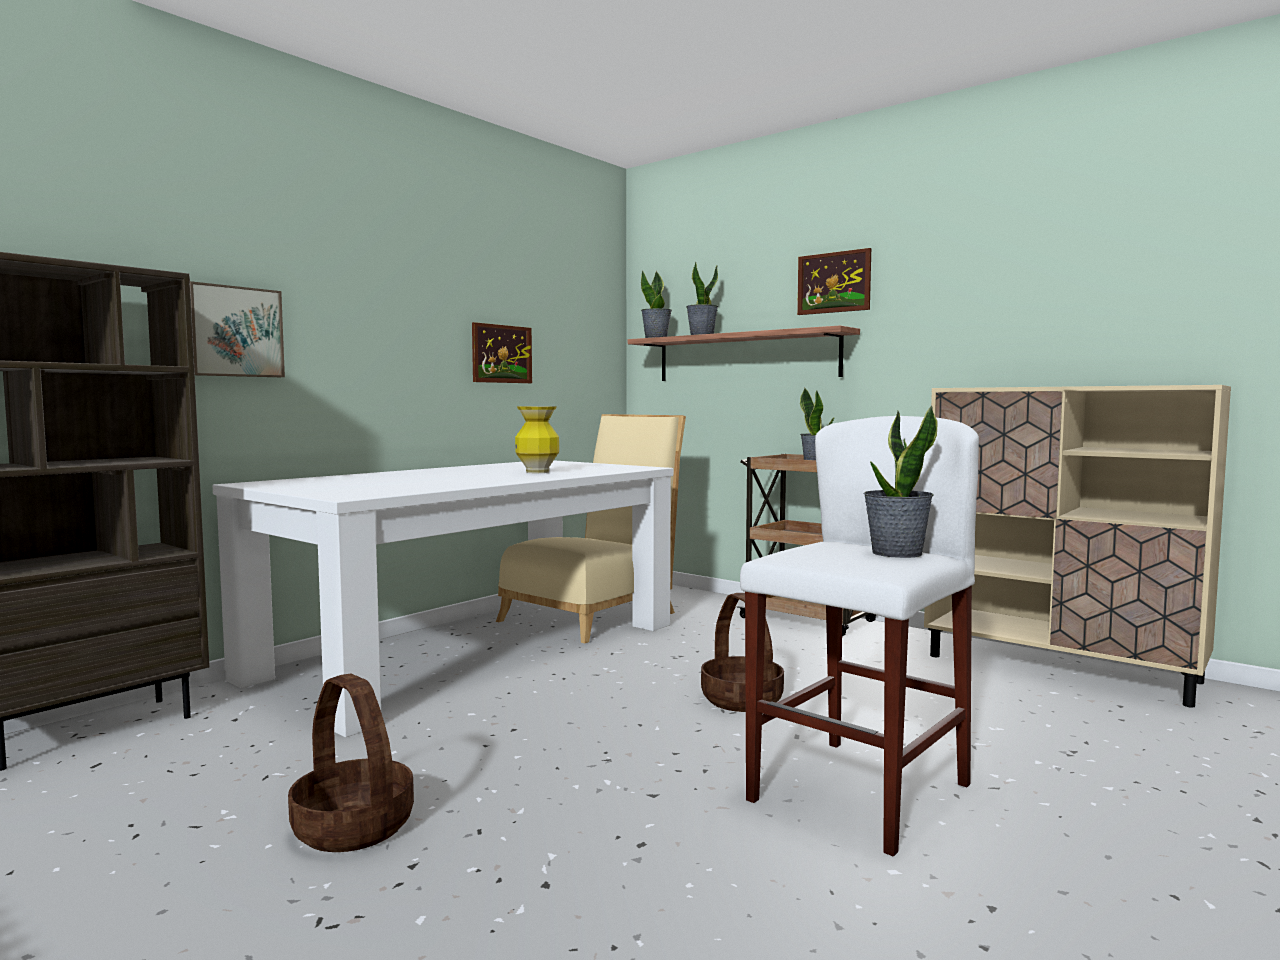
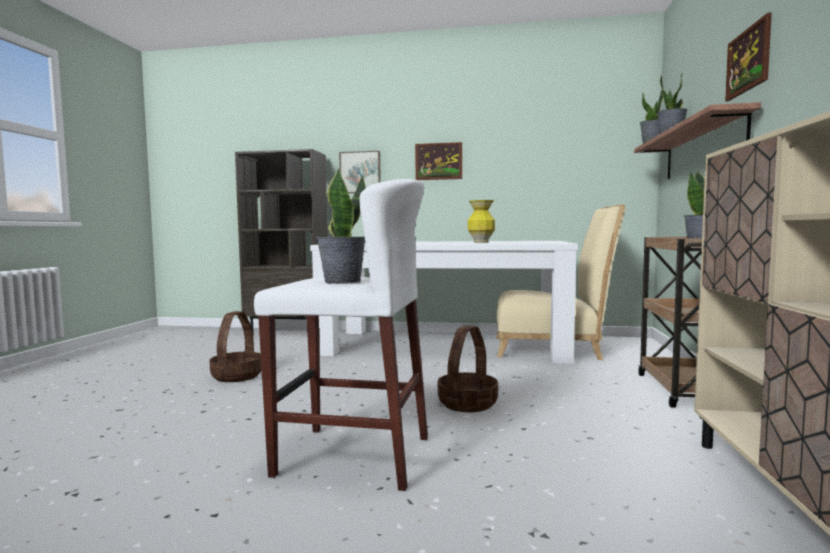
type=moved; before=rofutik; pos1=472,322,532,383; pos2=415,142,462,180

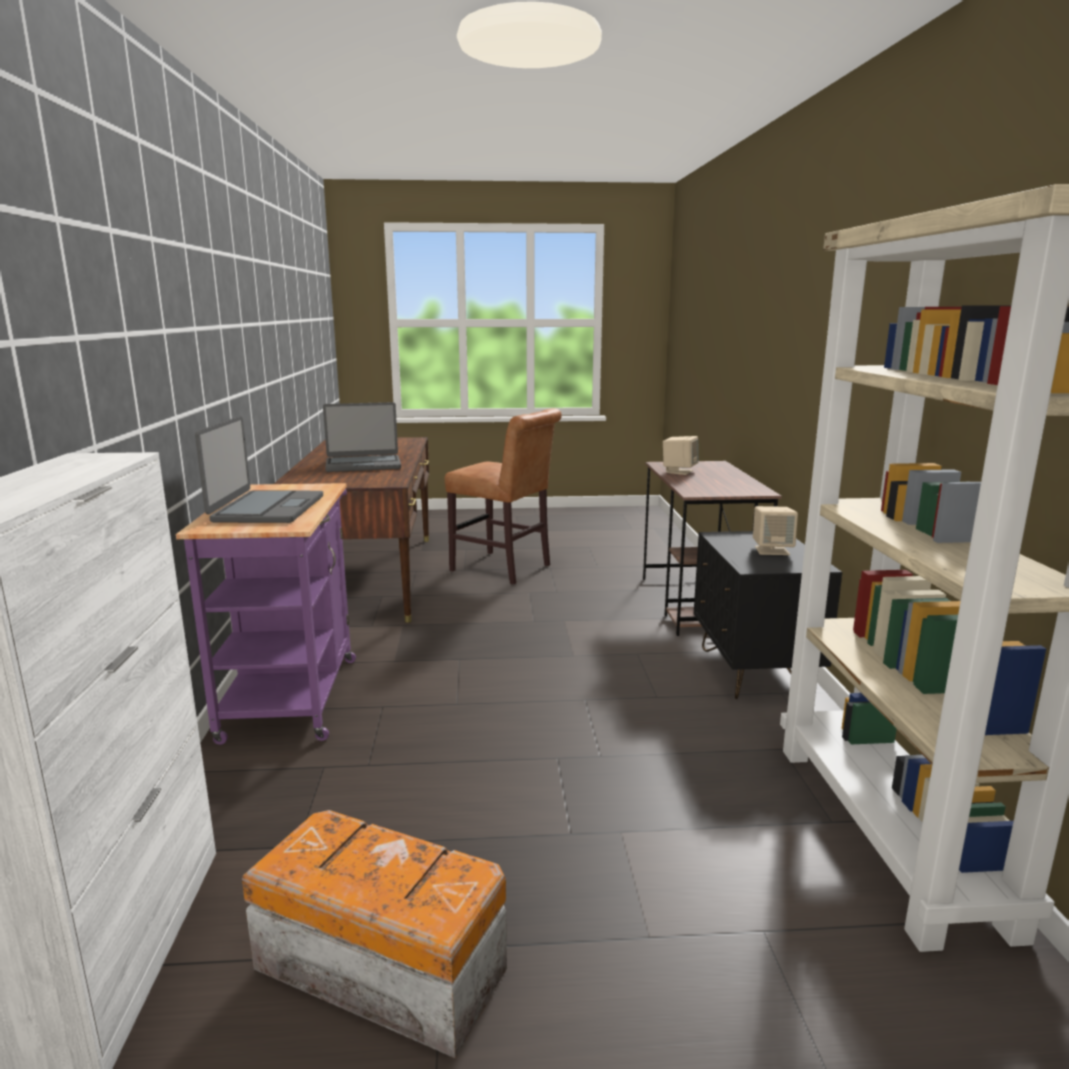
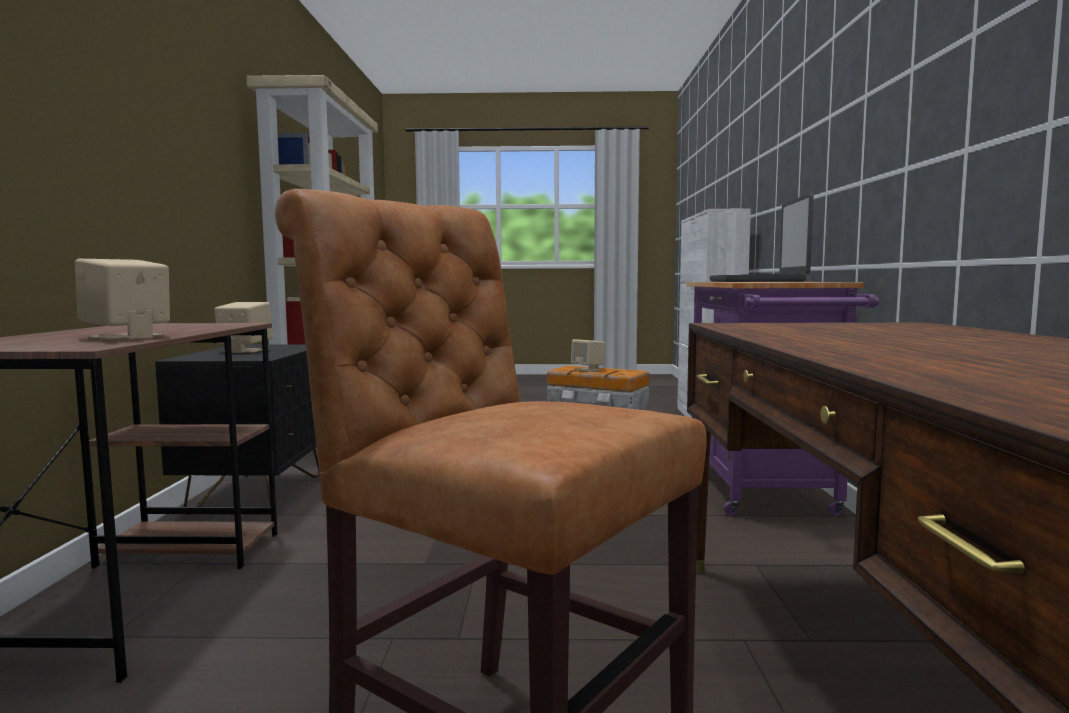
type=removed; before=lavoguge; pos1=323,402,401,472
type=added; after=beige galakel; pos2=571,339,605,372

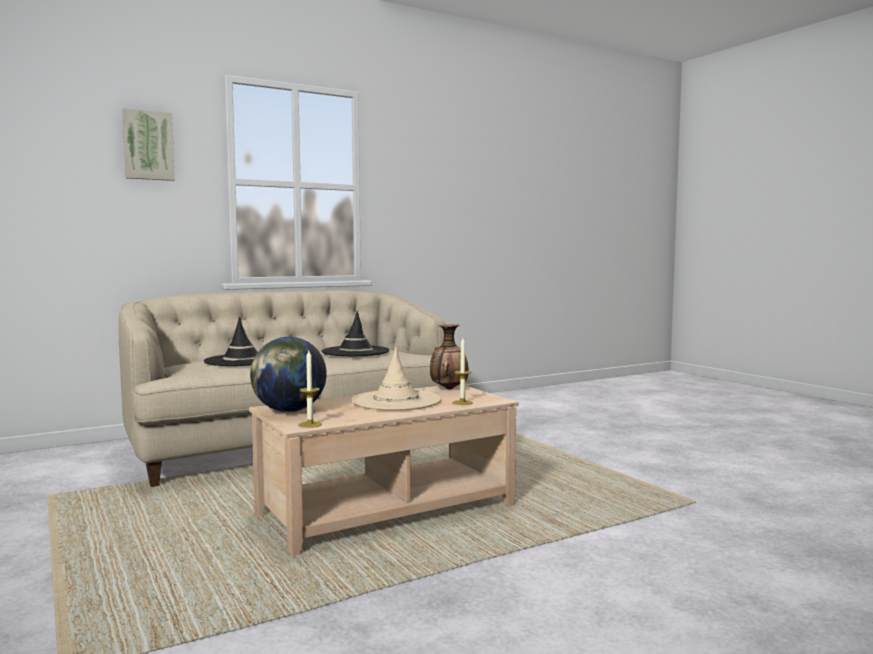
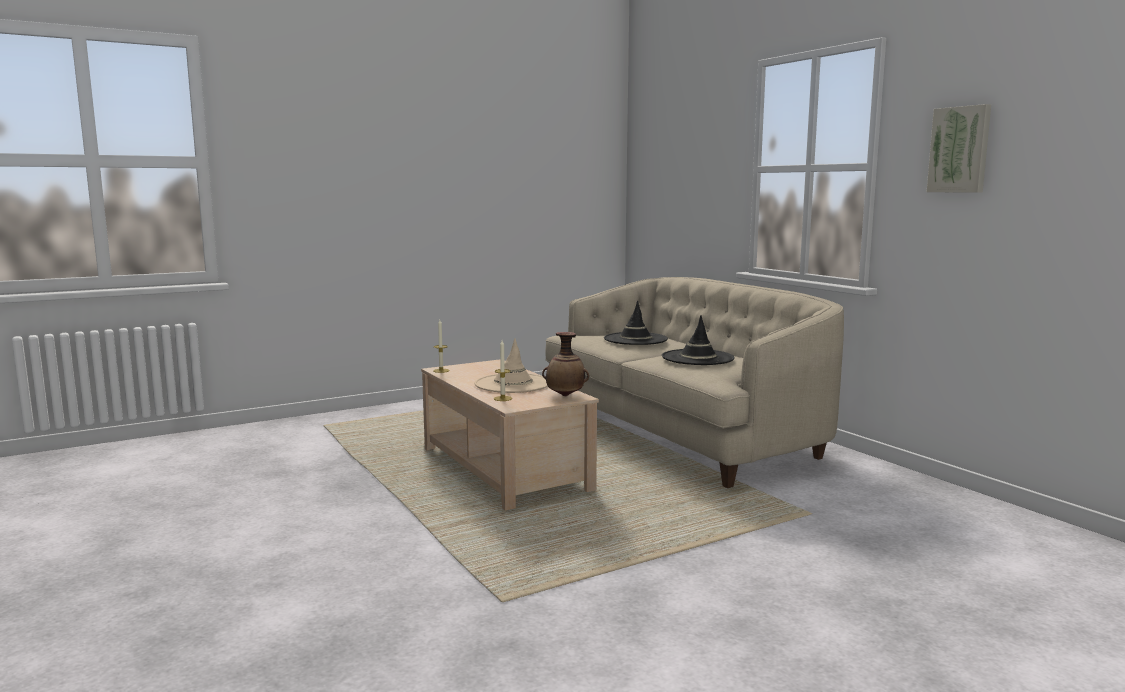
type=removed; before=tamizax; pos1=250,337,327,413
type=moved; before=rofutik; pos1=122,108,175,181; pos2=927,104,991,193

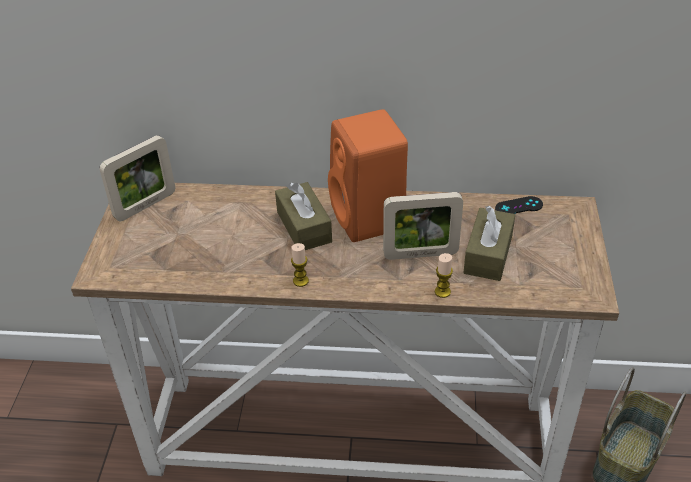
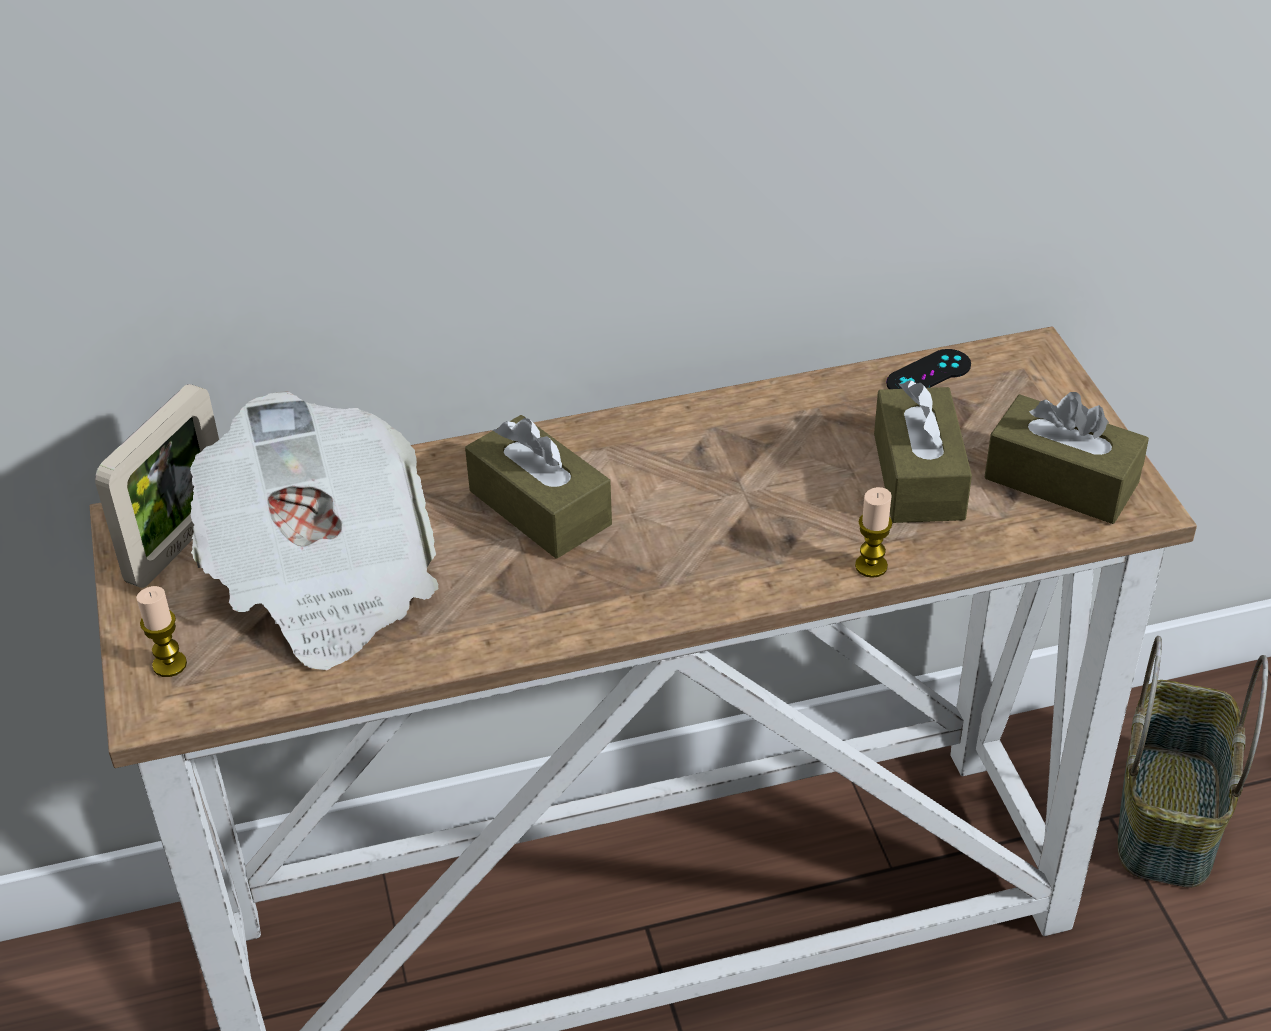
type=removed; before=orange galakel; pos1=328,109,408,242
type=removed; before=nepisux; pos1=383,192,463,260
type=added; after=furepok; pos2=190,391,438,670
type=added; after=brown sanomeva; pos2=985,392,1149,524
type=moved; before=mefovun; pos1=291,243,309,287; pos2=136,586,187,677

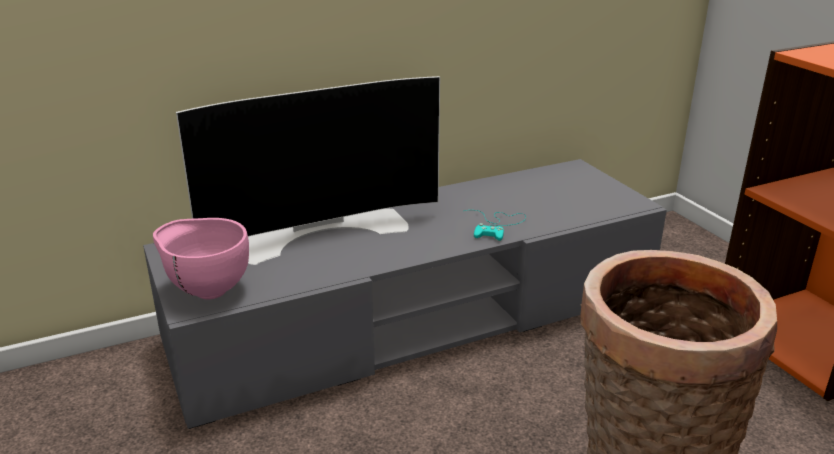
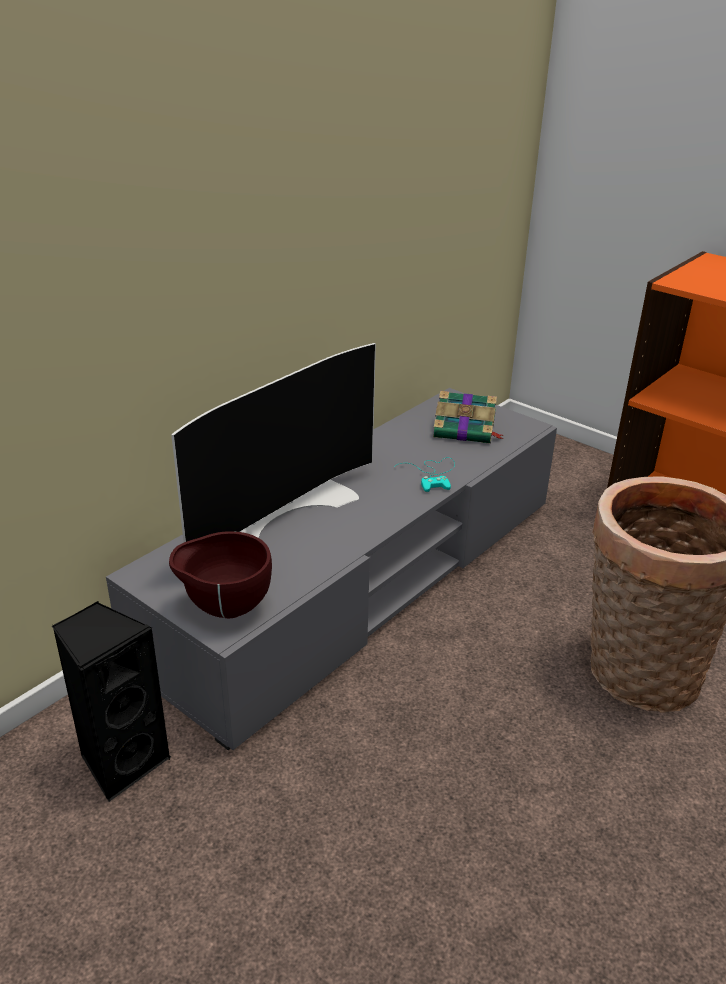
type=added; after=black galakel; pos2=52,601,171,802
type=added; after=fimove; pos2=433,391,503,444
type=recoloured; before=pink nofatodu; after=brown nofatodu; pos1=153,218,249,299; pos2=169,531,272,618

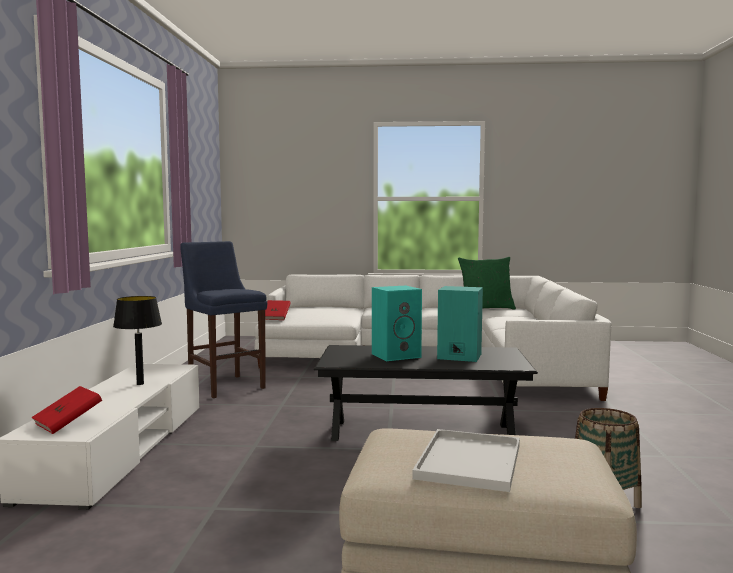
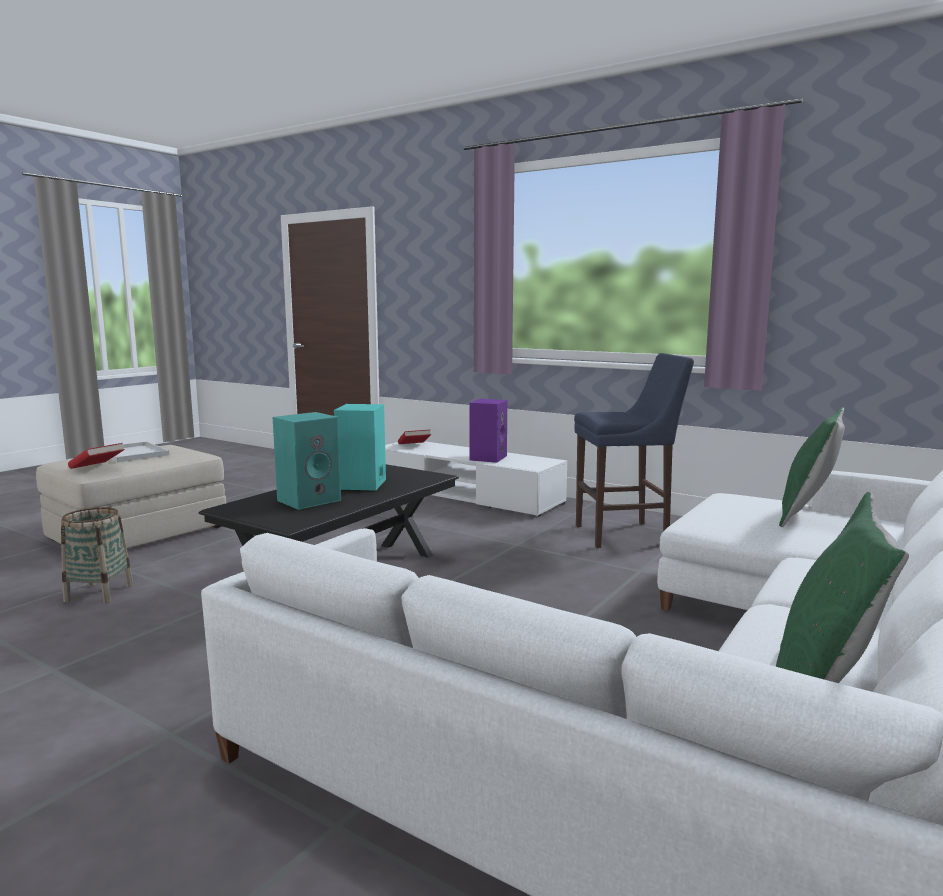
type=added; after=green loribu; pos2=779,407,845,527
type=moved; before=red fimove; pos1=265,300,291,320; pos2=68,443,125,469
type=replaced; before=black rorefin; after=purple galakel; pos1=113,296,162,385; pos2=469,399,507,463

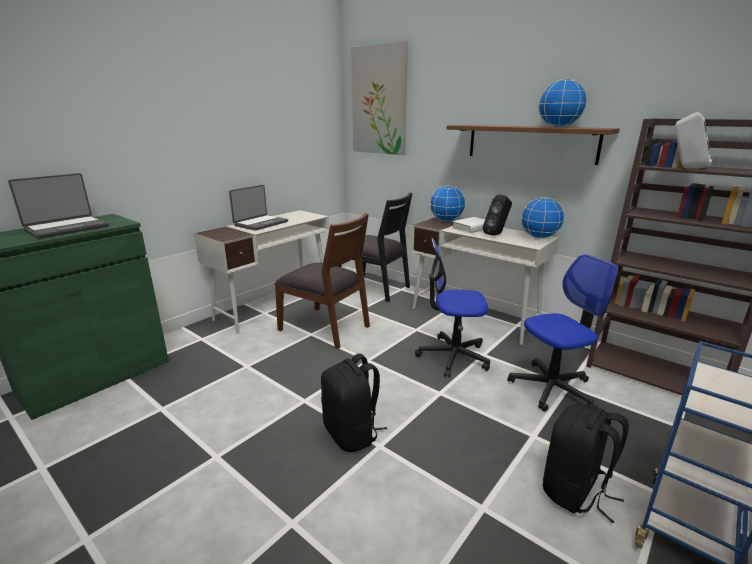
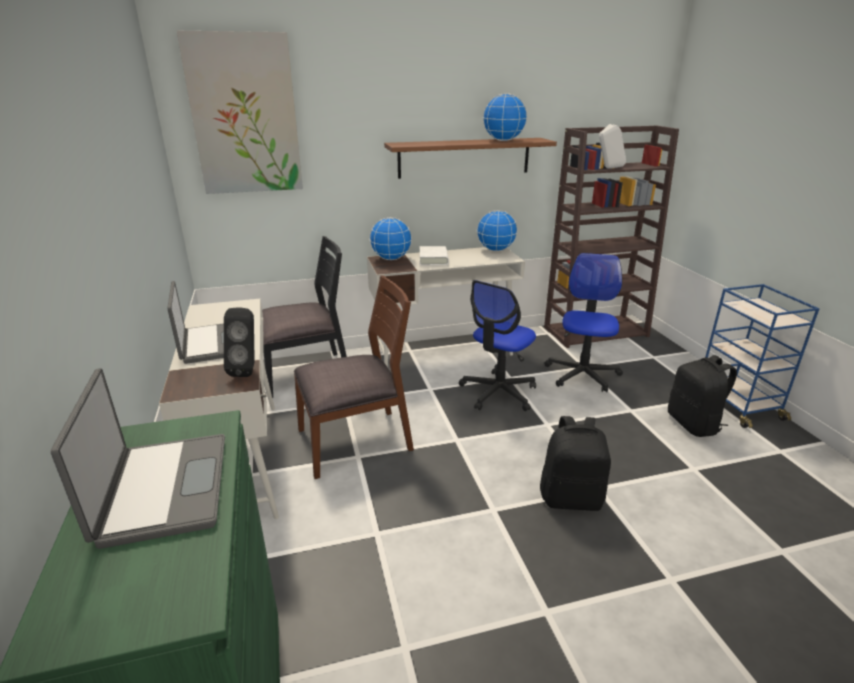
type=moved; before=black galakel; pos1=483,195,512,236; pos2=224,307,255,377

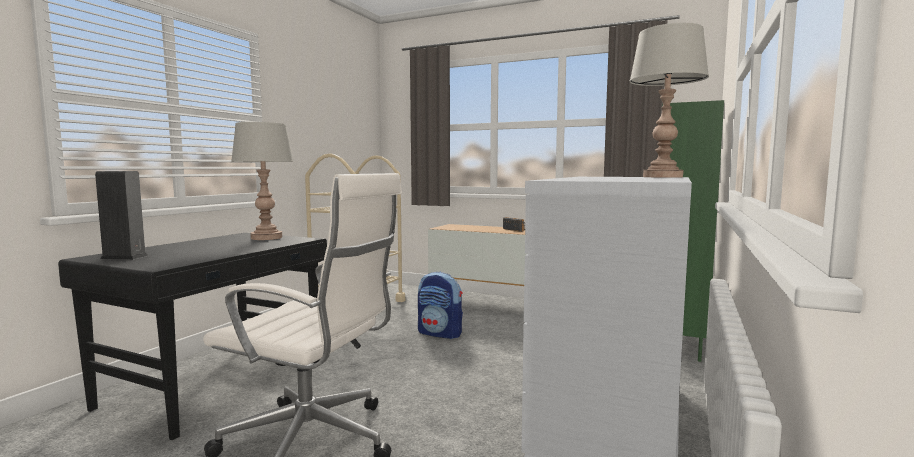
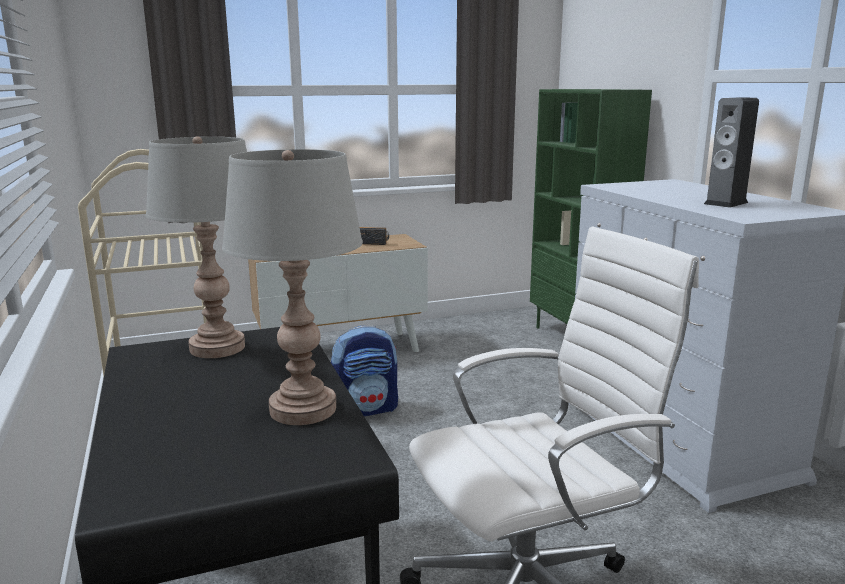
type=moved; before=galakel; pos1=95,171,149,260; pos2=704,98,759,208
type=moved; before=grey rorefin; pos1=629,23,709,178; pos2=222,149,363,425

